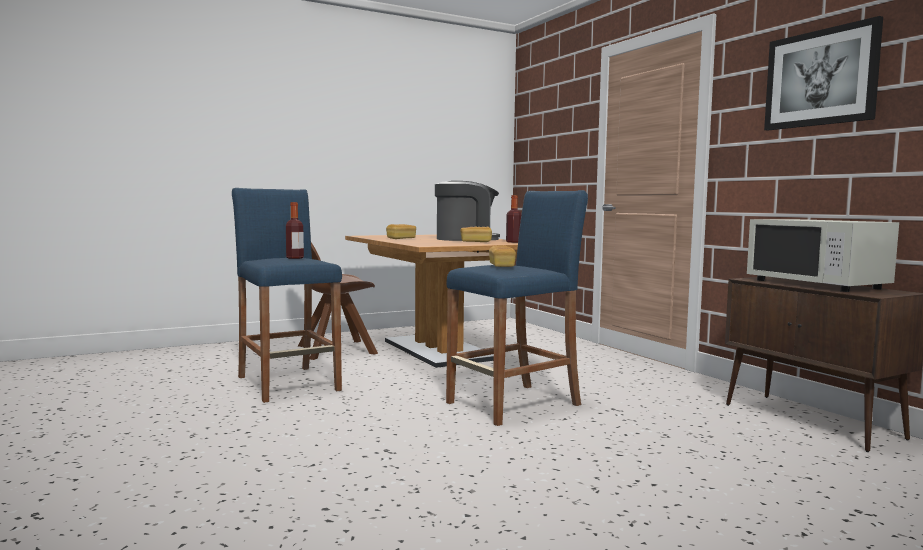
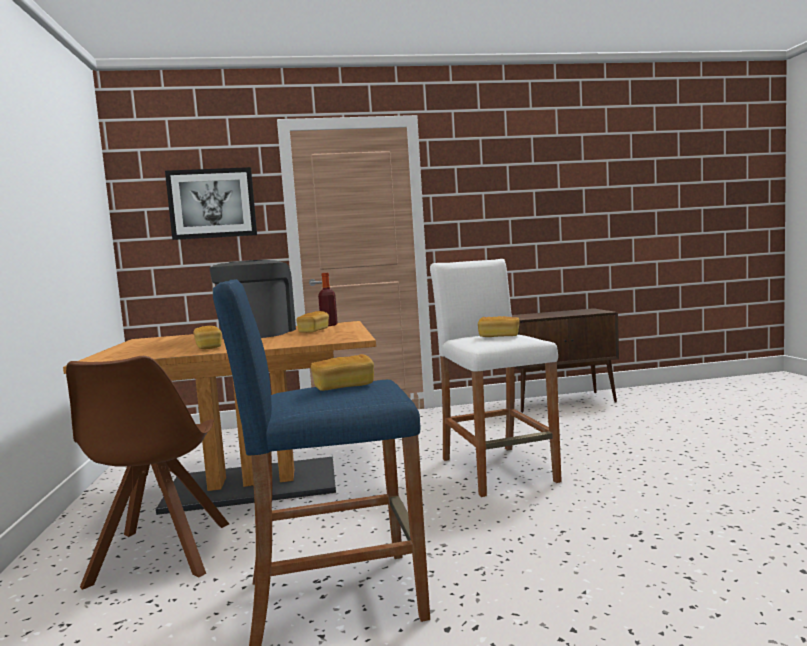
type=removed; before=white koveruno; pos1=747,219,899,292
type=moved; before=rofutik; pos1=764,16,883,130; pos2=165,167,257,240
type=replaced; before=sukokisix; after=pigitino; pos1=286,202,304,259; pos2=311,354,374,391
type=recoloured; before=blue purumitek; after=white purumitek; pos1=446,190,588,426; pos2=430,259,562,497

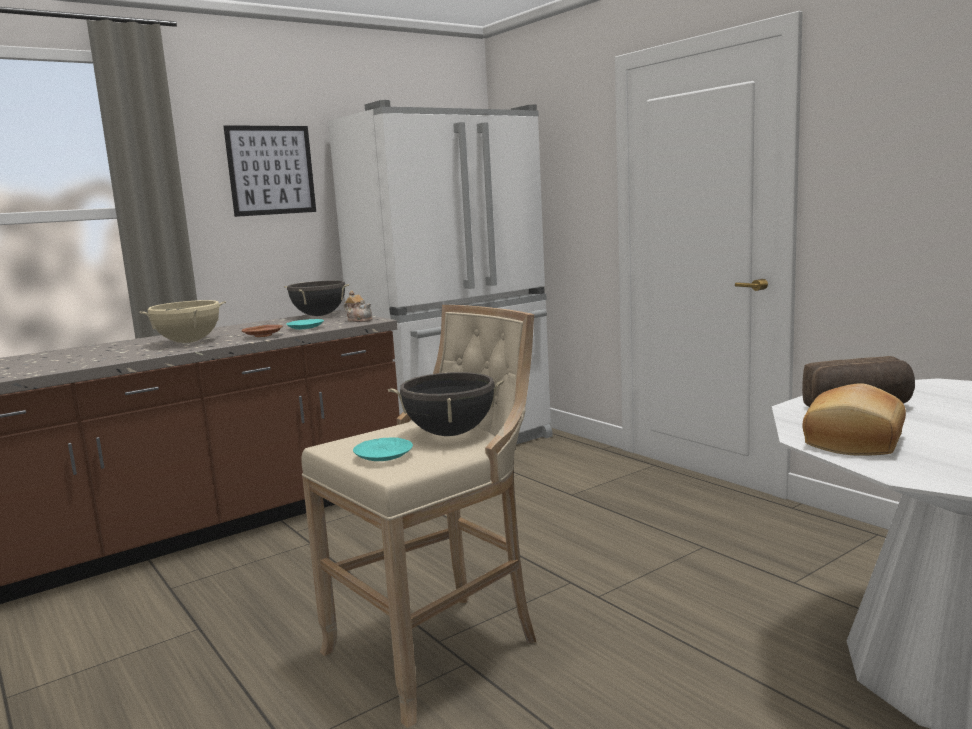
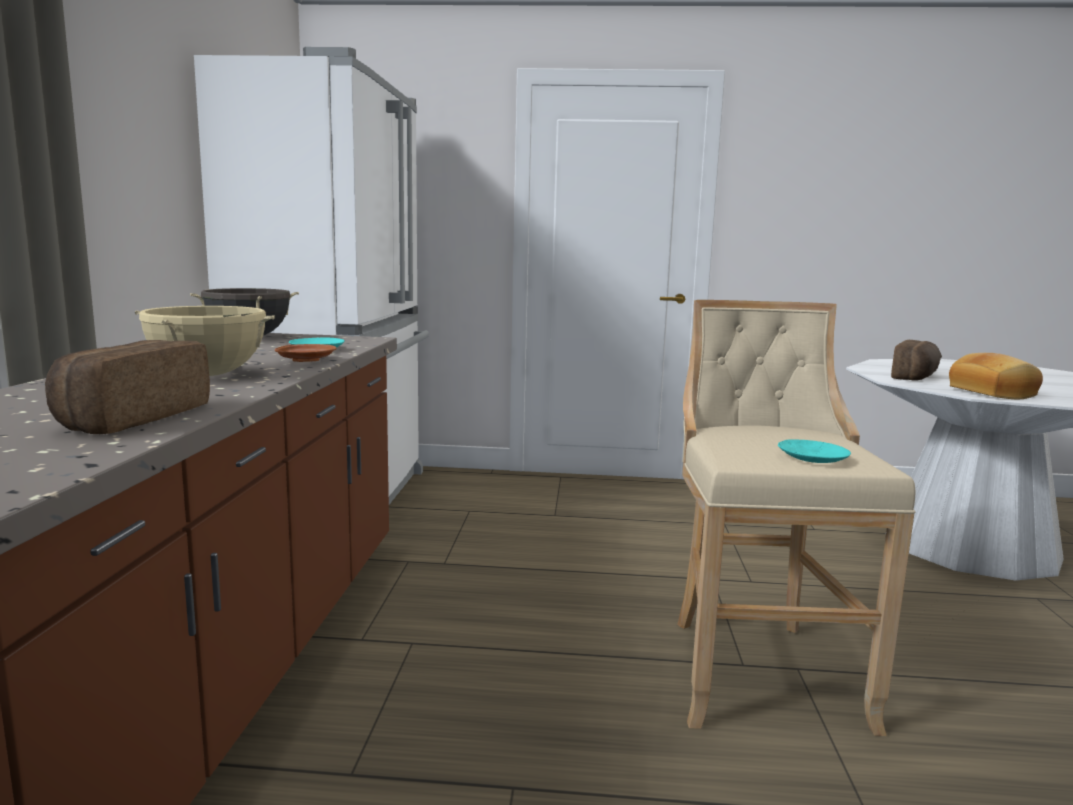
type=removed; before=rofutik; pos1=224,125,316,217
type=removed; before=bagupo; pos1=344,290,372,322
type=removed; before=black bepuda; pos1=388,372,504,436
type=added; after=pigitino; pos2=45,340,210,434

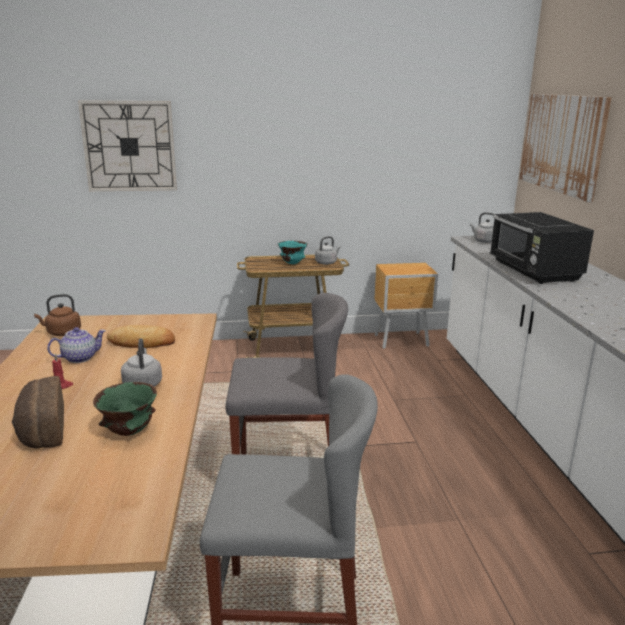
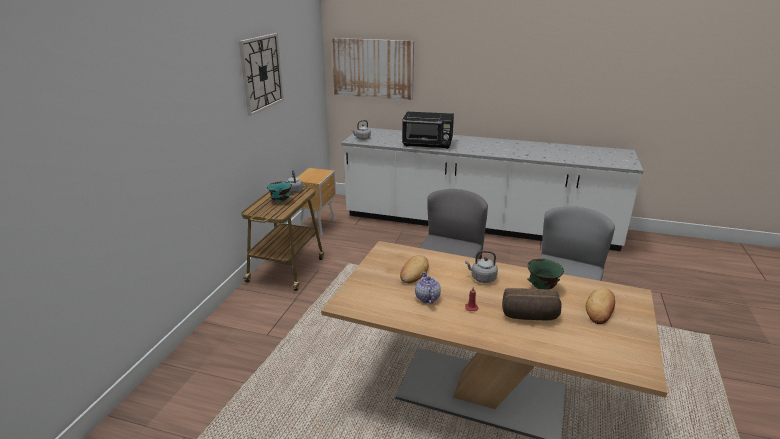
type=removed; before=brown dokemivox; pos1=34,294,81,336
type=added; after=pigitino; pos2=586,288,615,324
type=moved; before=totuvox; pos1=78,100,177,191; pos2=239,33,284,116

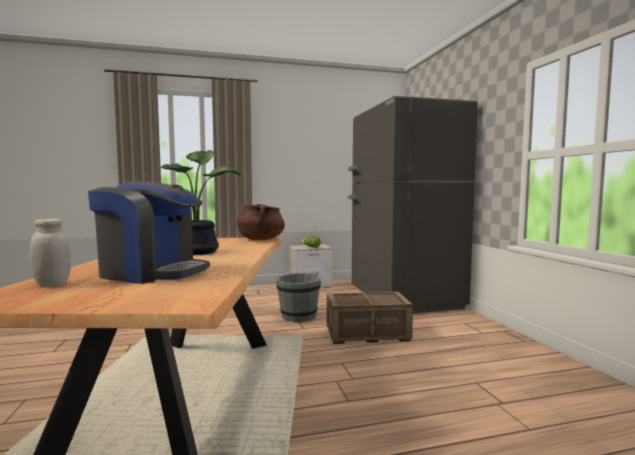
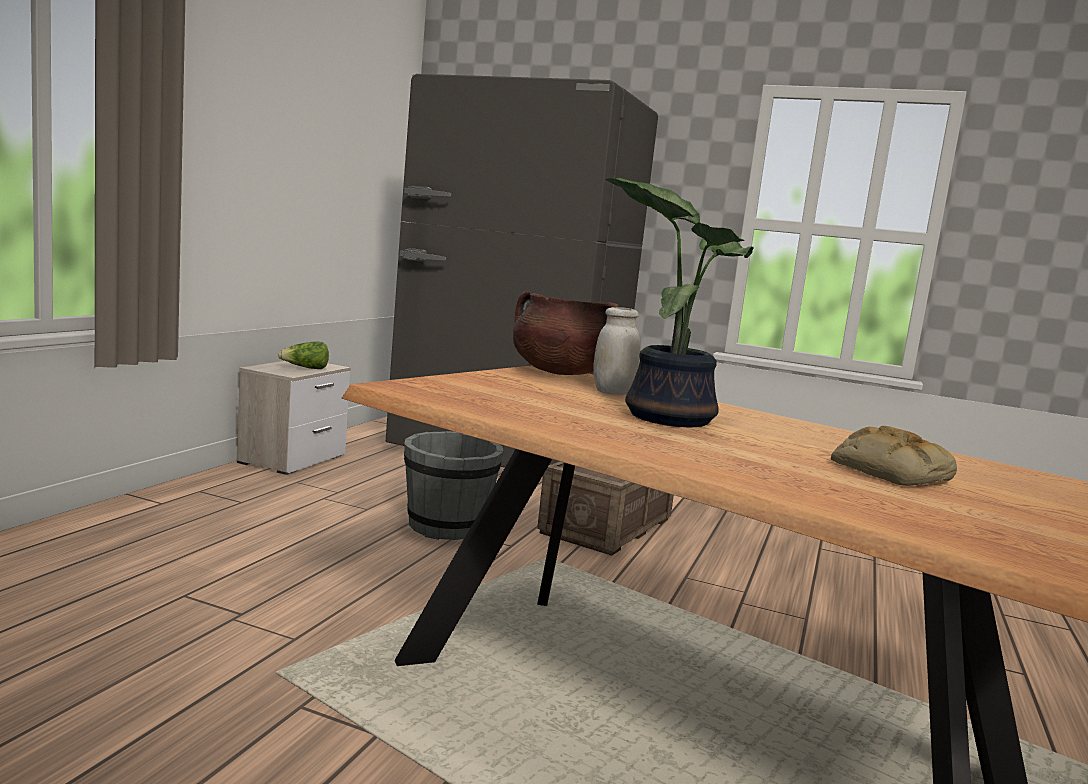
type=moved; before=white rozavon; pos1=30,218,71,286; pos2=593,307,640,395
type=replaced; before=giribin; after=pigitino; pos1=88,181,210,284; pos2=831,426,957,486

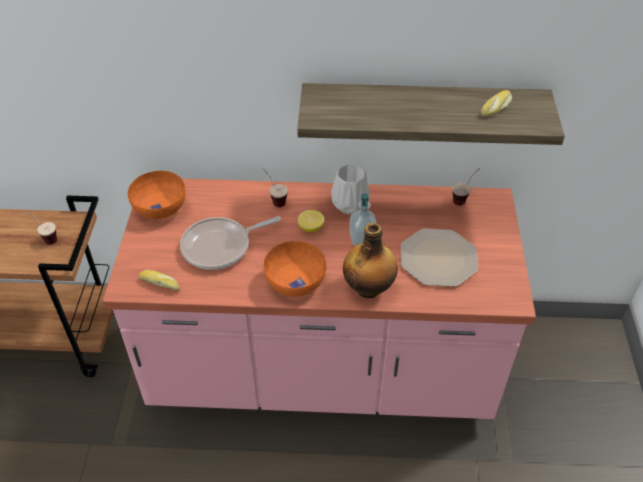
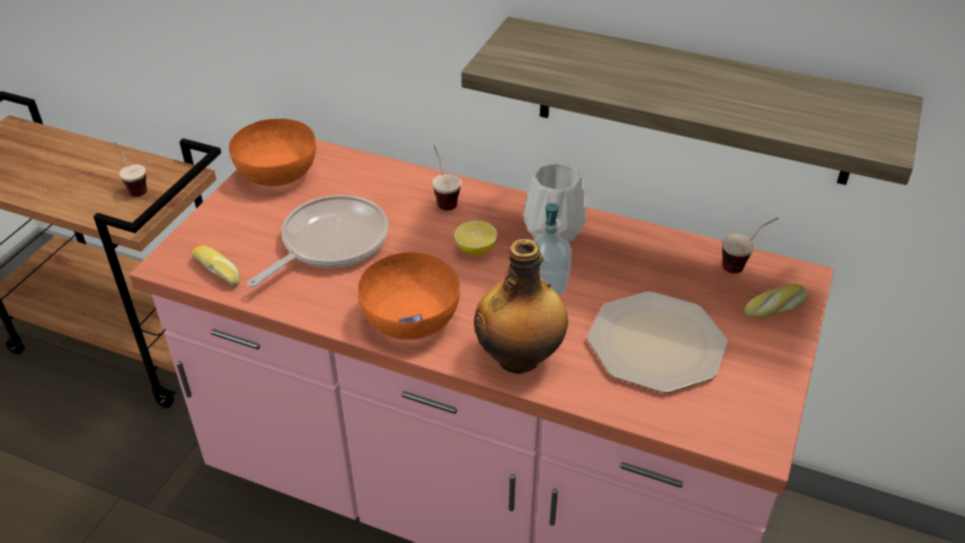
type=moved; before=pigitino; pos1=481,90,512,116; pos2=744,283,808,318
type=turned; before=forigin; pos1=180,216,281,270; pos2=247,195,388,287; turn=135

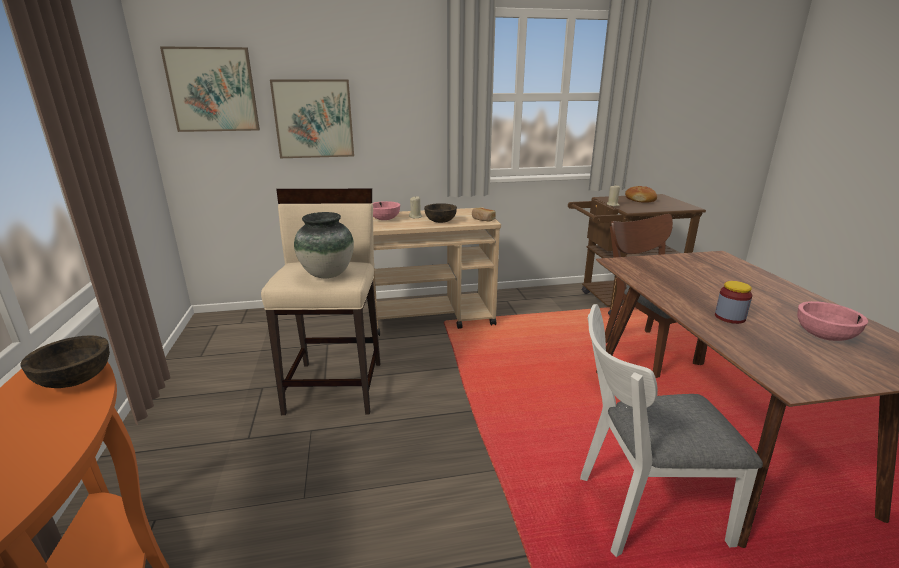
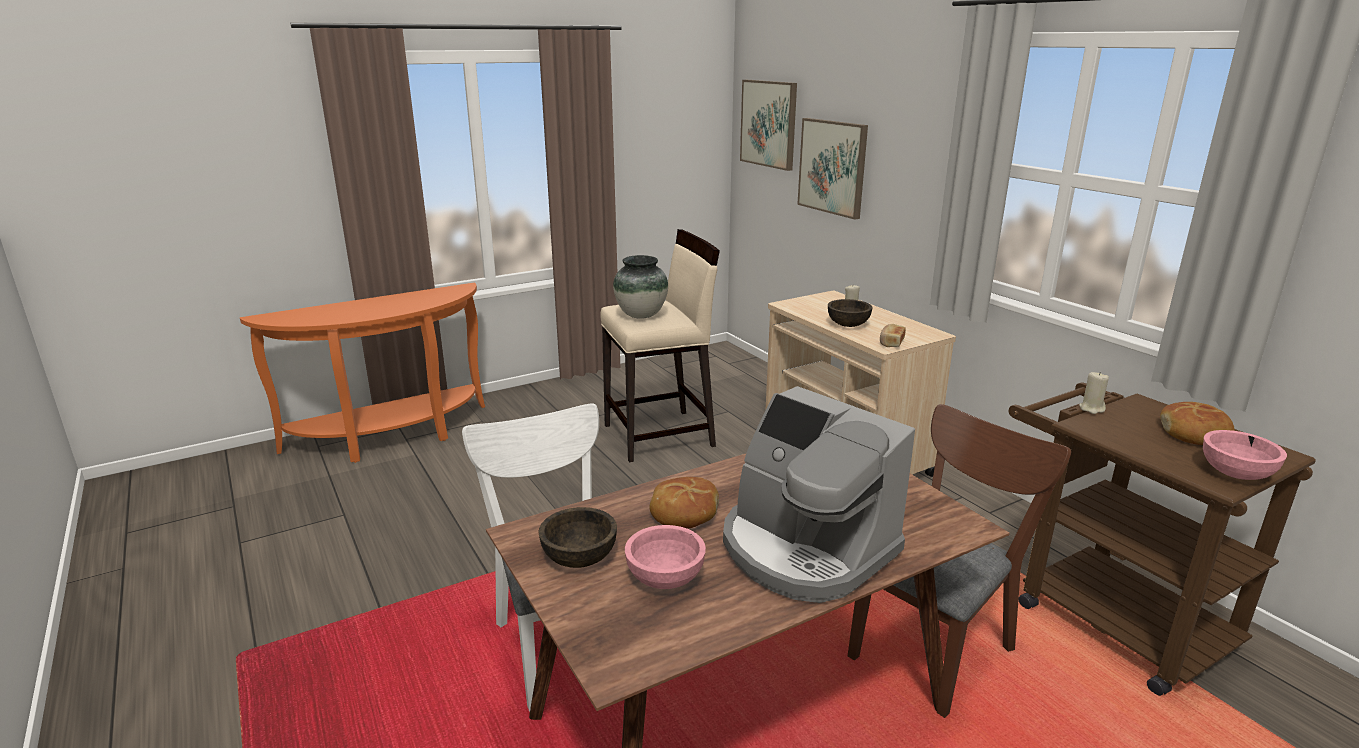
type=added; after=giribin; pos2=723,386,915,603
type=moved; before=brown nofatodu; pos1=20,335,110,388; pos2=538,507,617,568
type=moved; before=pink nofatodu; pos1=373,201,400,220; pos2=1203,430,1287,480
type=replaced; before=rozavon; after=pigitino; pos1=715,281,752,324; pos2=650,477,719,529

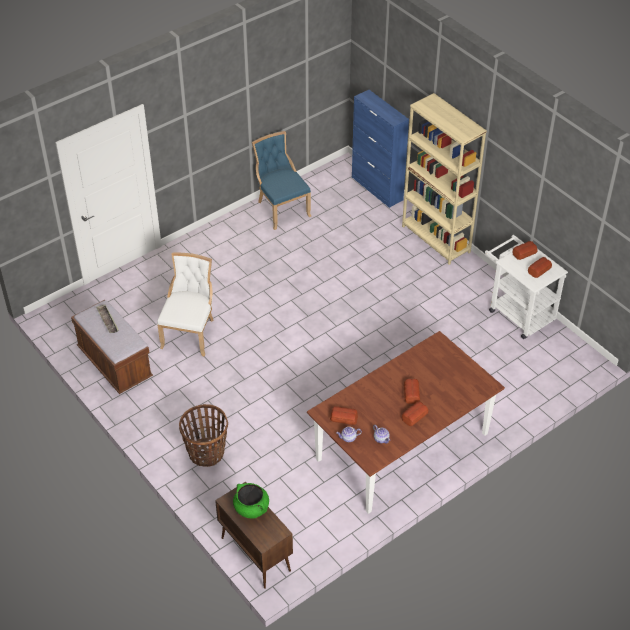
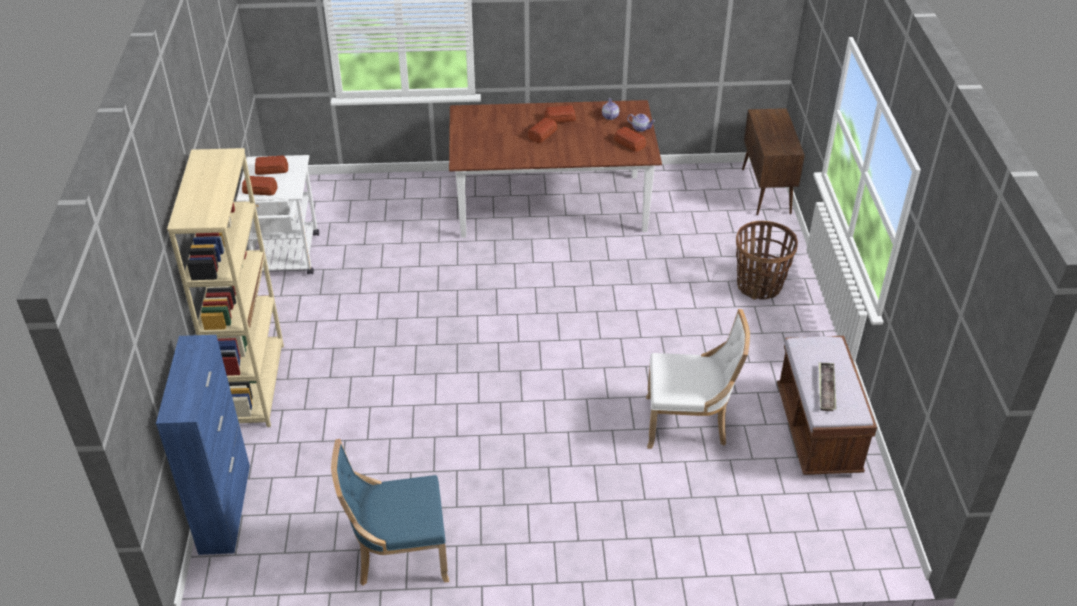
type=removed; before=green bepuda; pos1=233,483,269,518
type=turned; before=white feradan; pos1=157,252,214,357; pos2=646,309,750,449; turn=-135
type=turned; before=blue feradan; pos1=252,131,311,230; pos2=331,439,449,585; turn=75

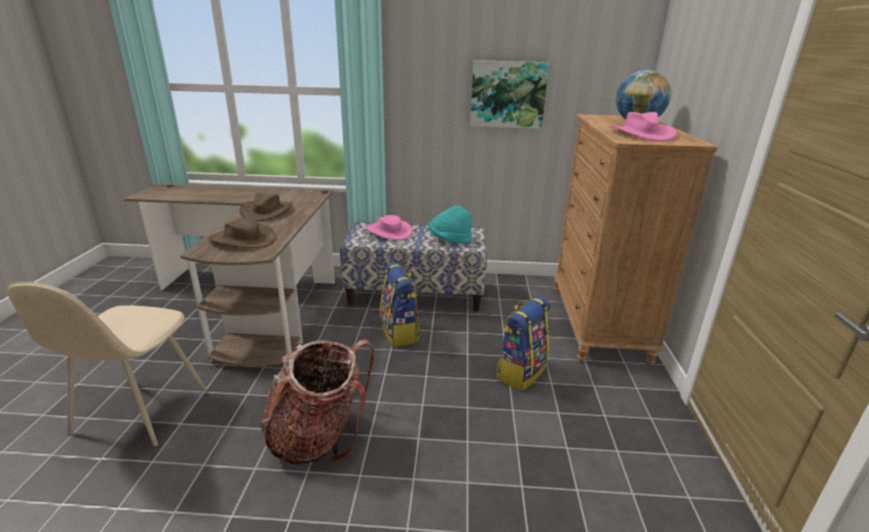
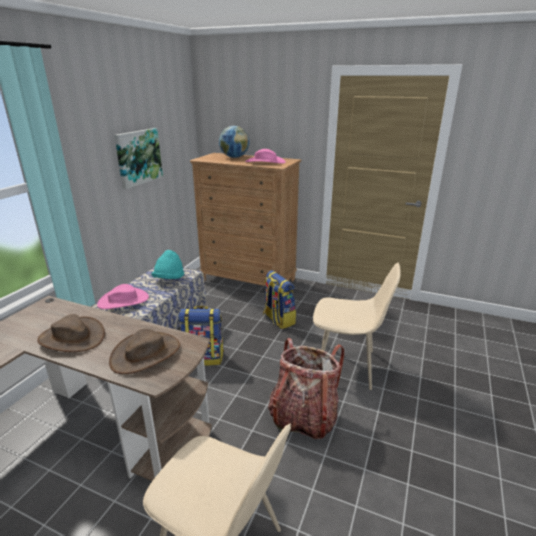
type=added; after=beige feradan; pos2=313,263,401,390

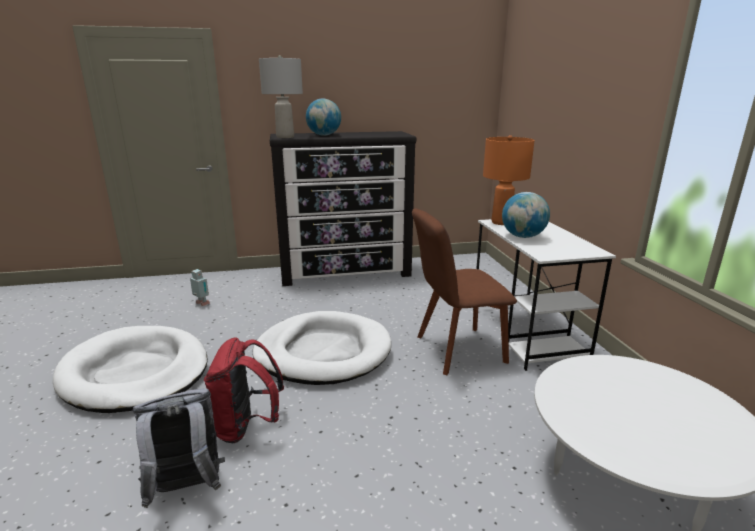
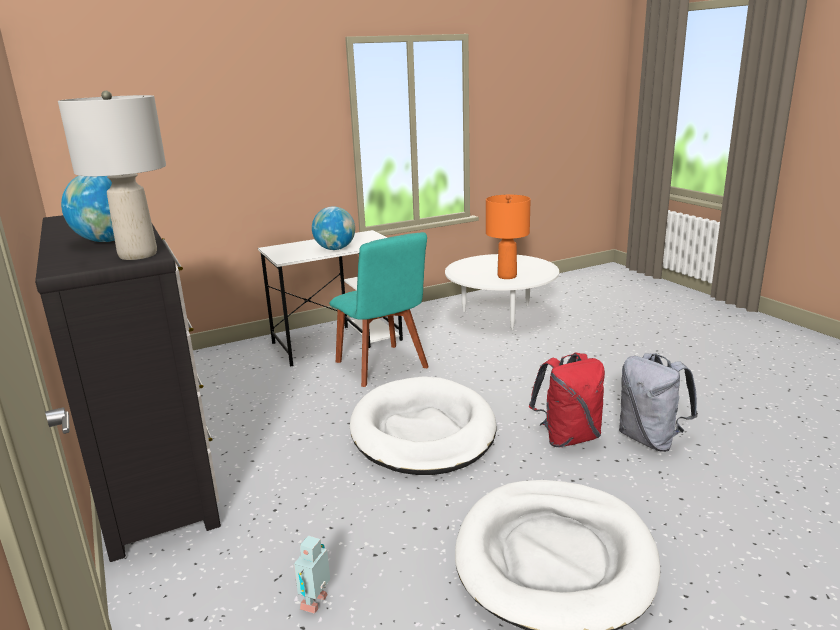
type=moved; before=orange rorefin; pos1=483,135,535,225; pos2=486,195,531,279
type=recoloured; before=brown feradan; after=turquoise feradan; pos1=412,208,517,375; pos2=329,232,429,387

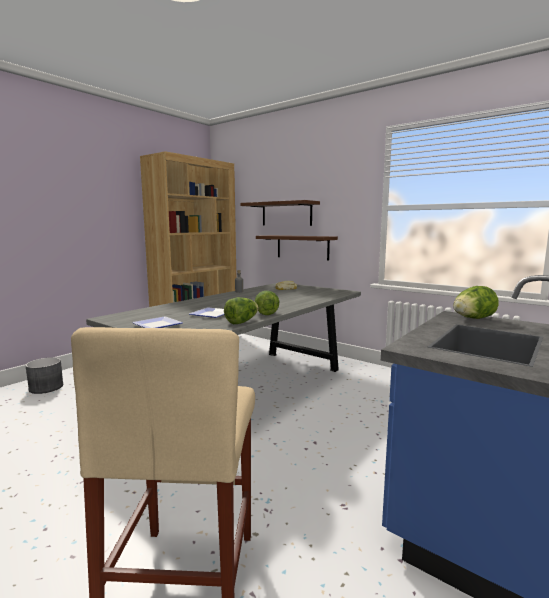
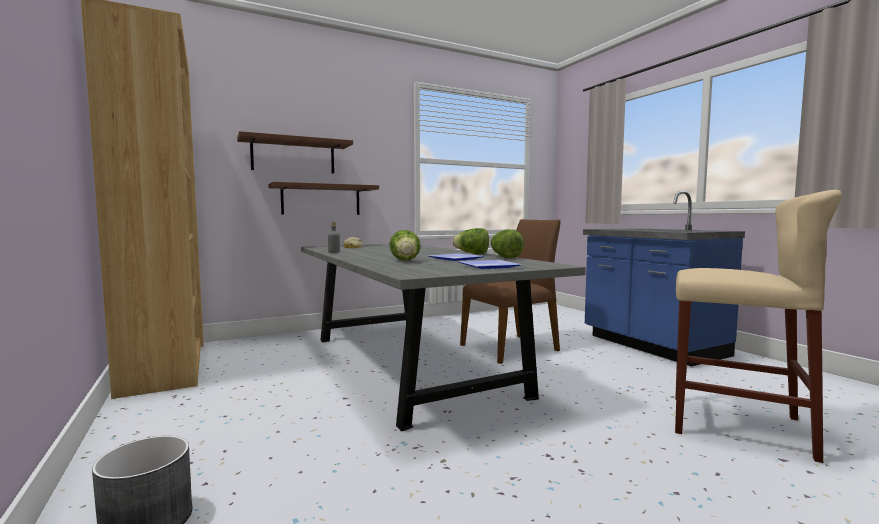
type=added; after=brown feradan; pos2=460,219,561,364
type=moved; before=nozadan; pos1=453,286,499,319; pos2=389,230,421,261

